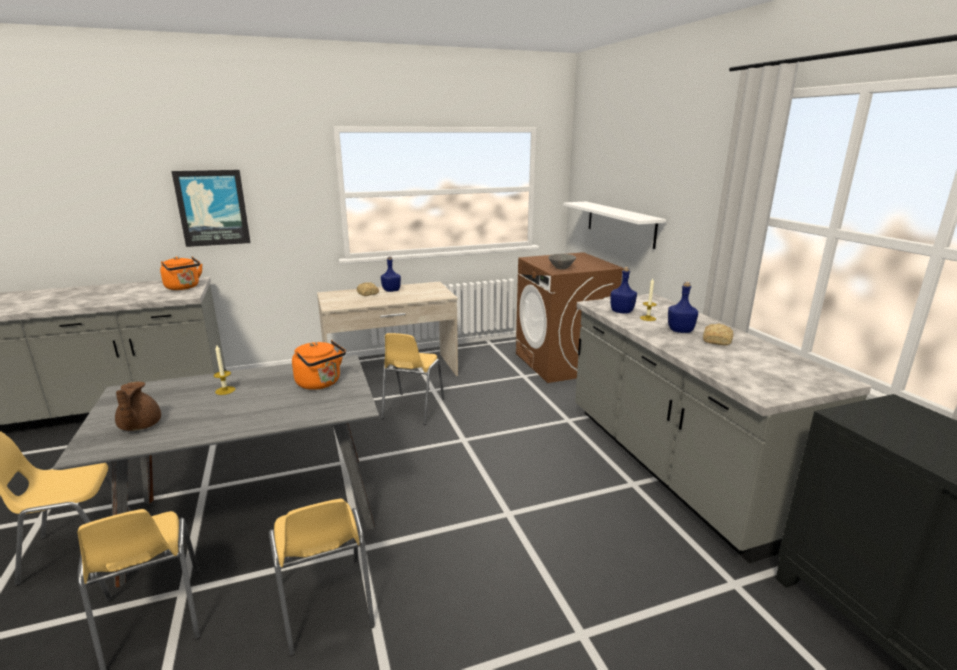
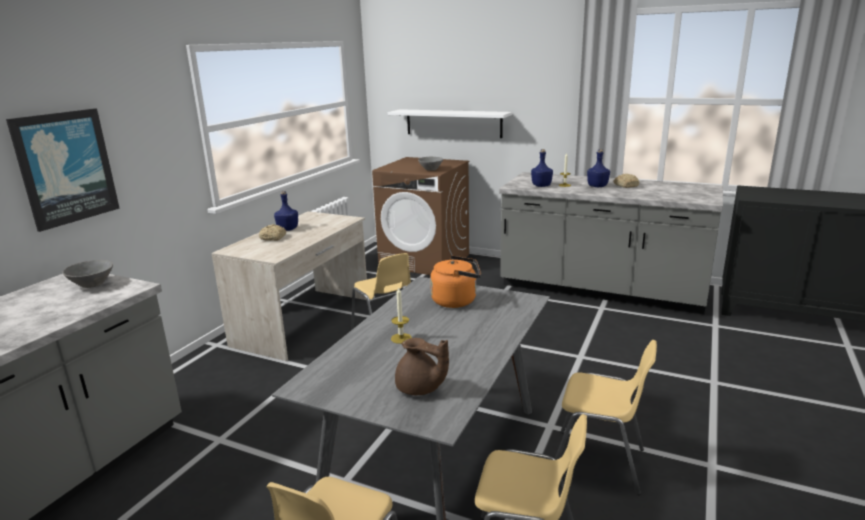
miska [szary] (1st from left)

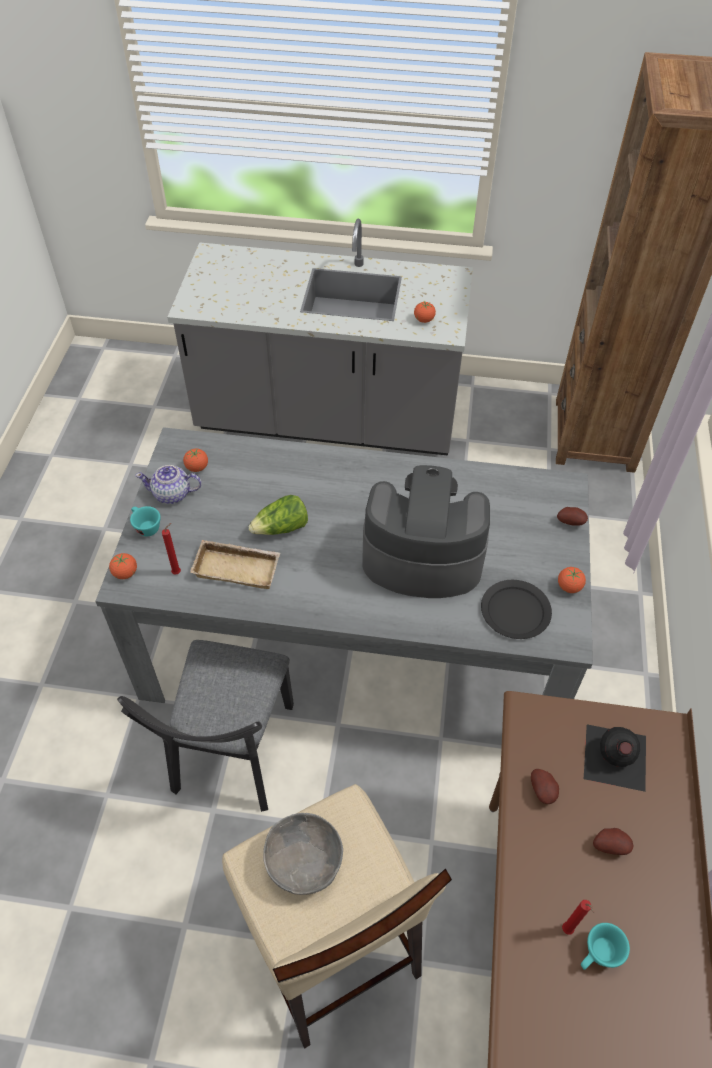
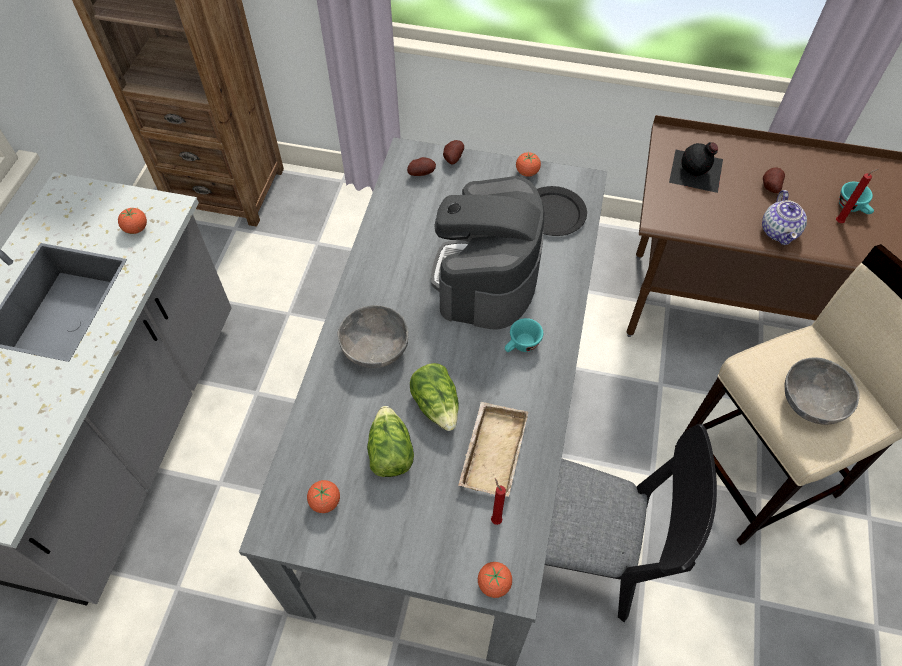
miska [szary] (1st from left); sałata (1st from left); filiżanka [turkusowy] (1st from left); imbryk; ziemniak (1st from left)

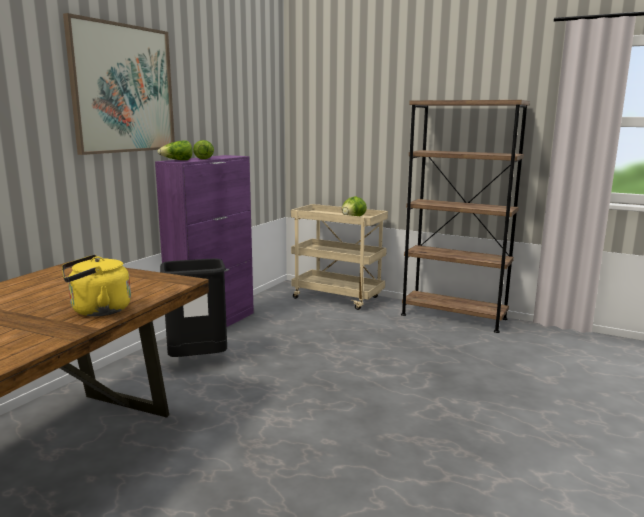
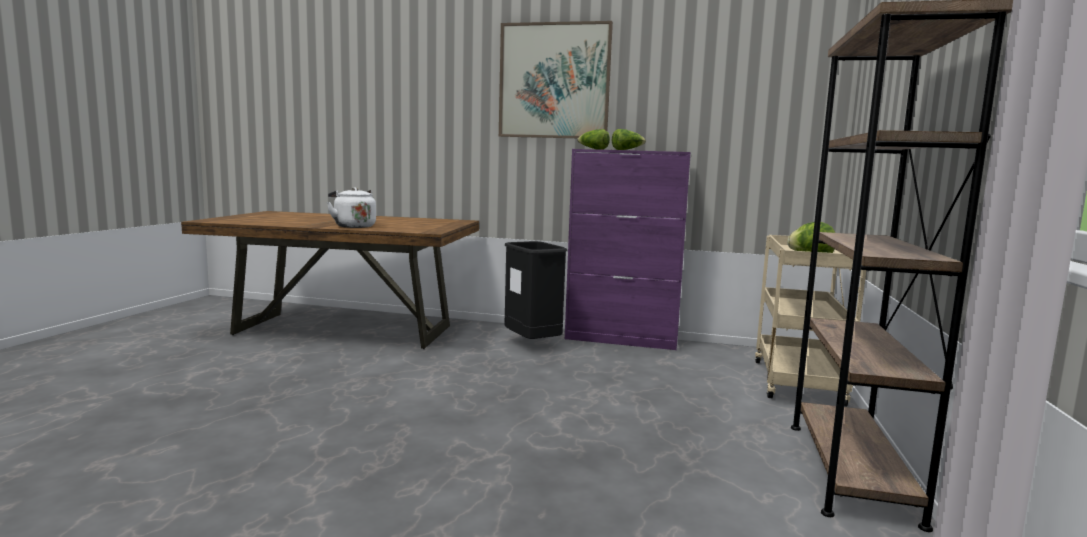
czajnik [biały]

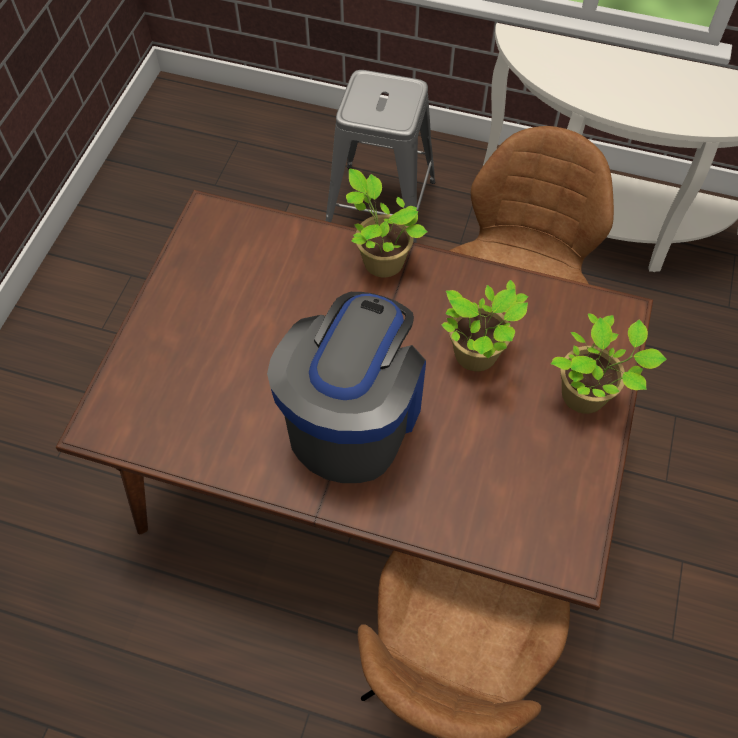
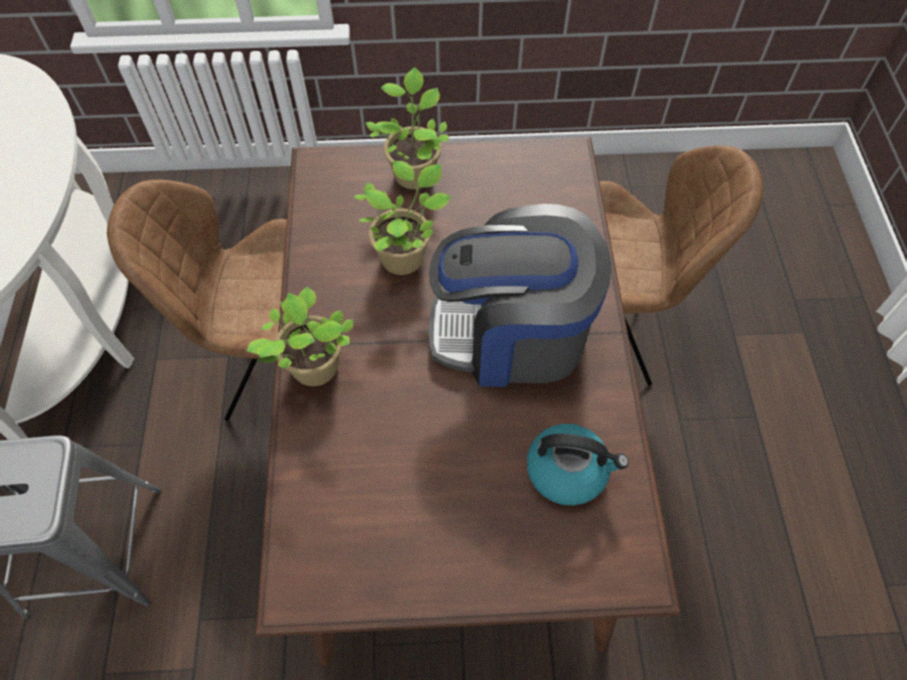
czajnik

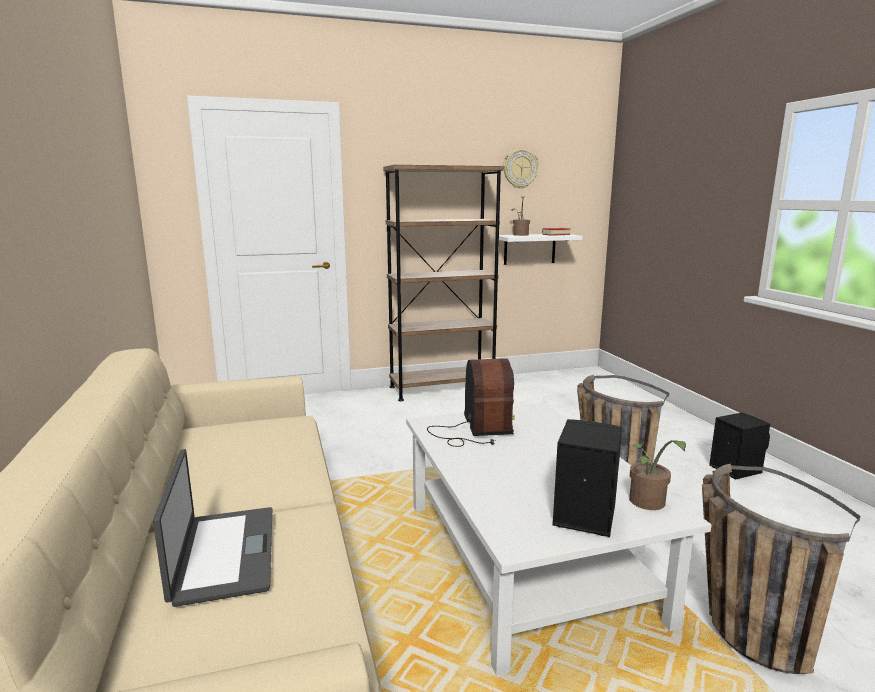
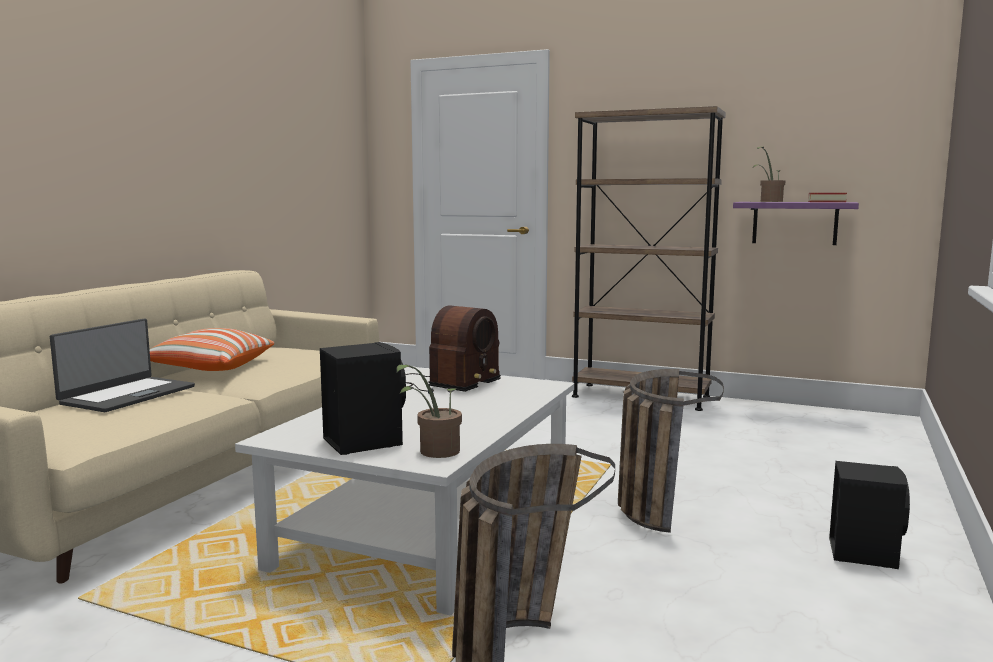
zegar ścienny; poduszka; półka [fioletowy]

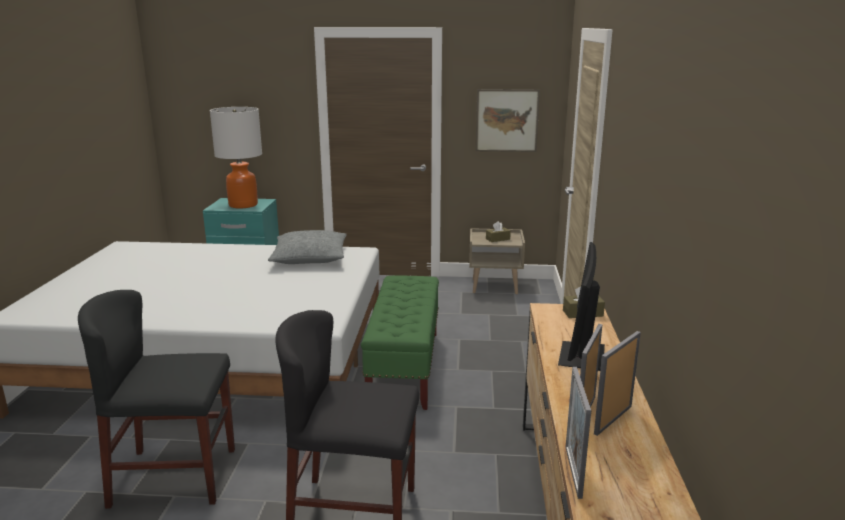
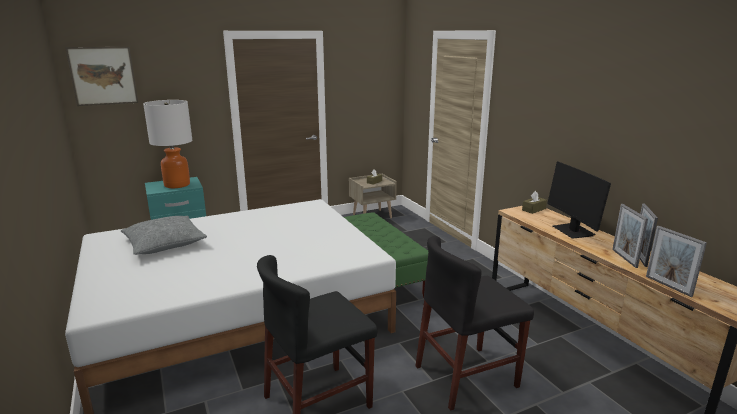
poduszka [szary]; obraz

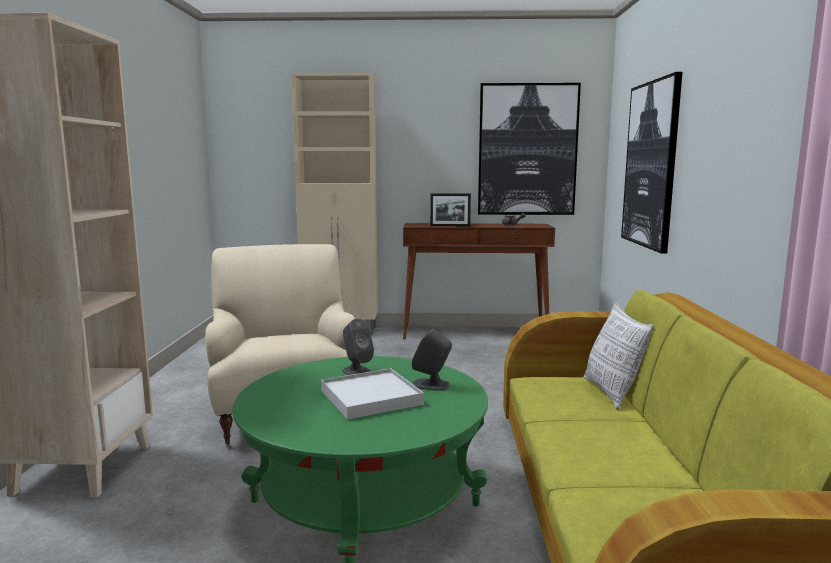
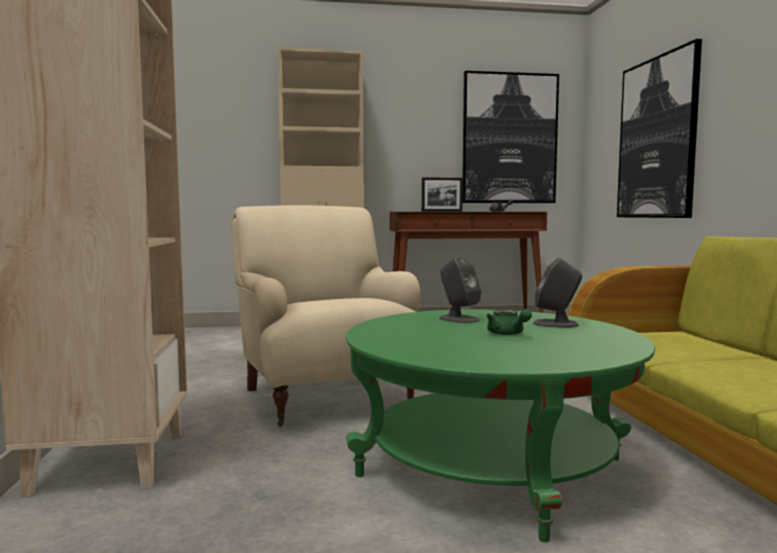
poduszka; imbryk [zielony]

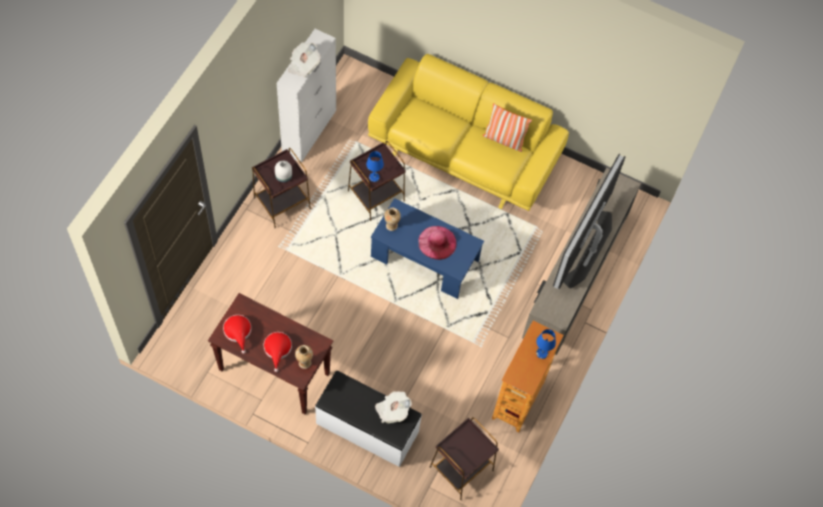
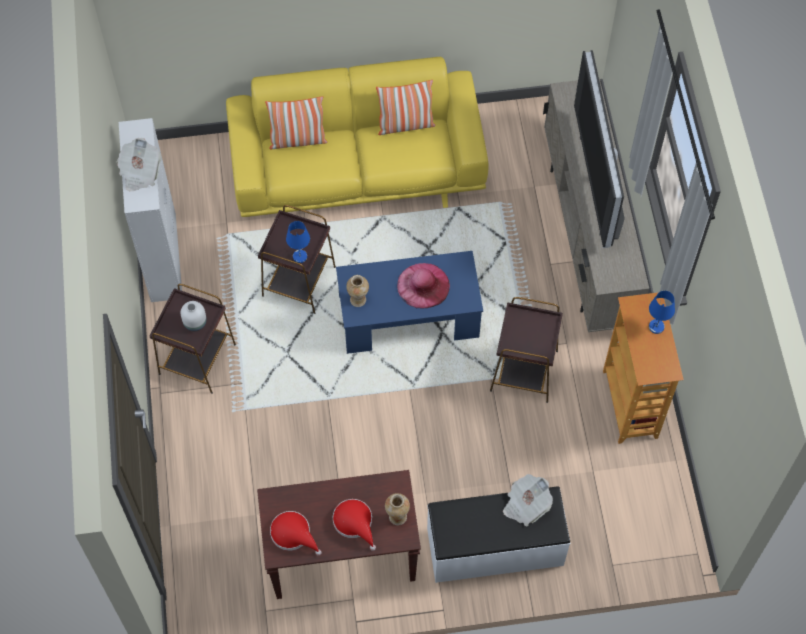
poduszka (1st from left); stolik [brązowy] (3rd from left)

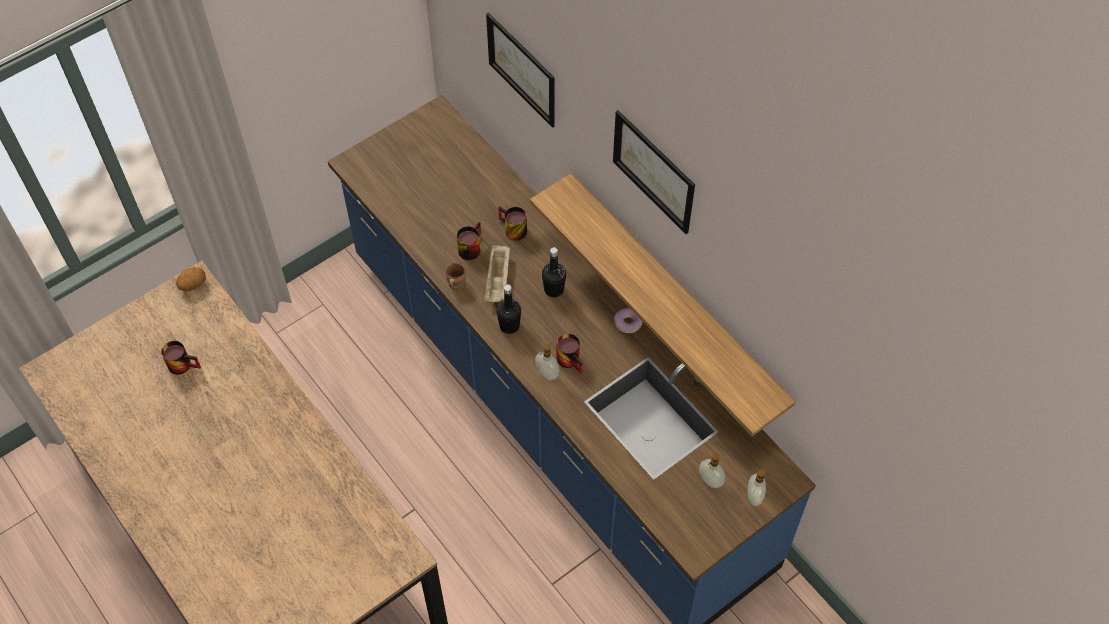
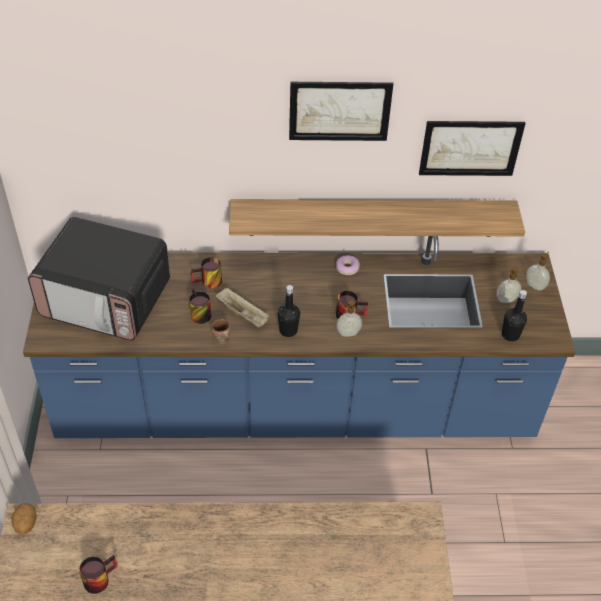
mikrofalówka; obraz (2nd from left); butelka [czarny] (2nd from left)

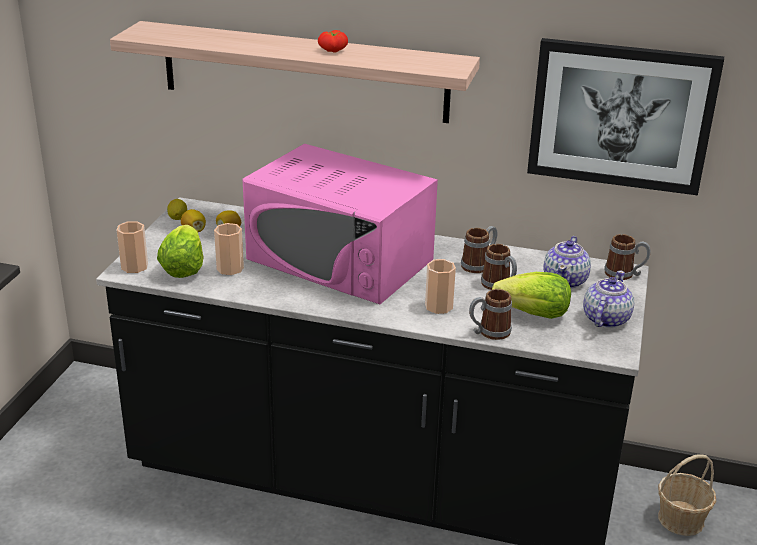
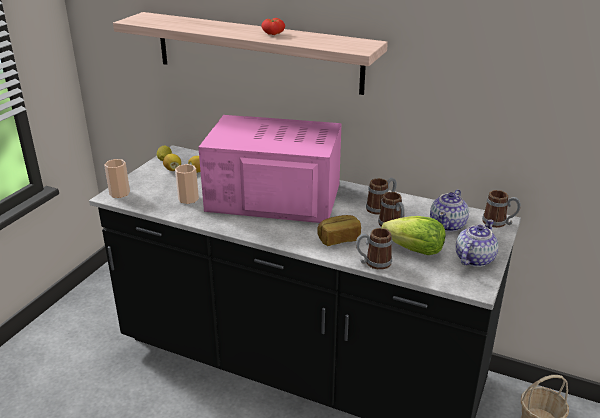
sałata (1st from left in the first image); obraz; chleb; mikrofalówka [różowy]

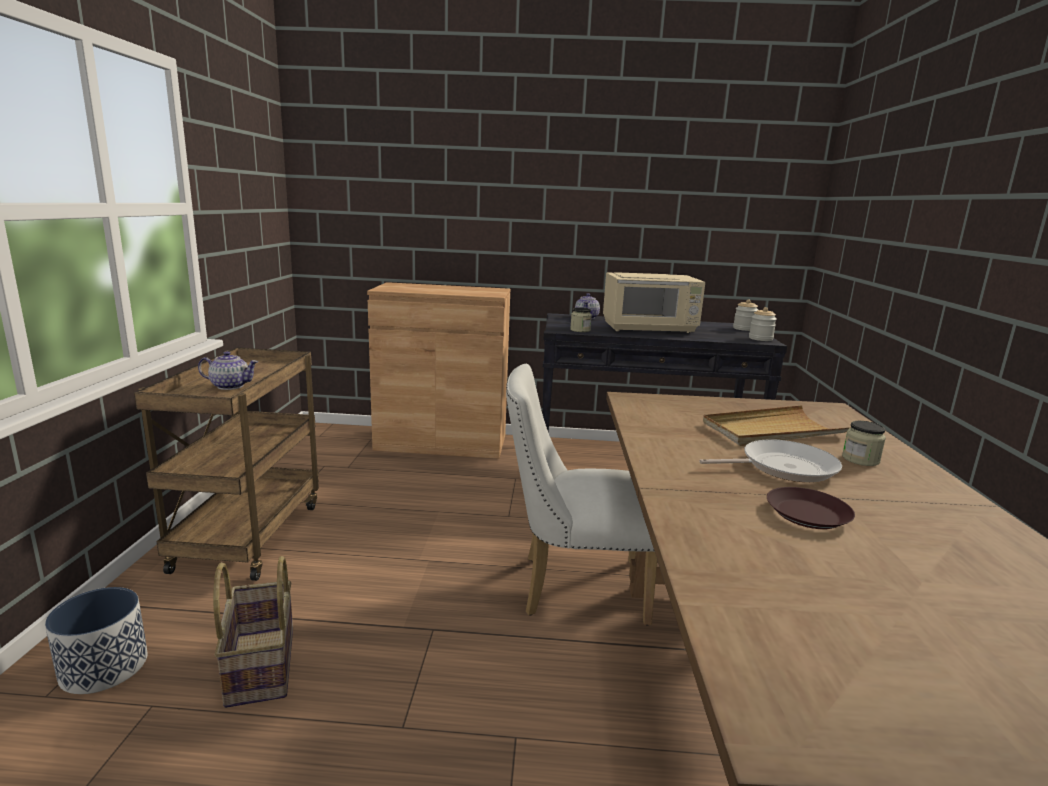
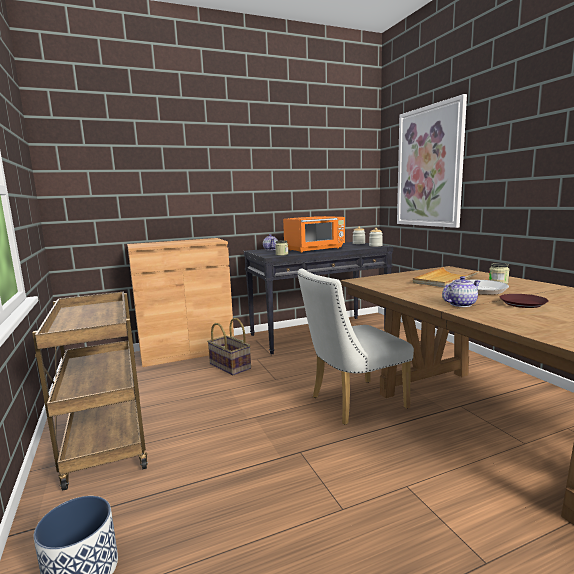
obraz; imbryk (2nd from left); koszyk; mikrofalówka [pomarańczowy]

